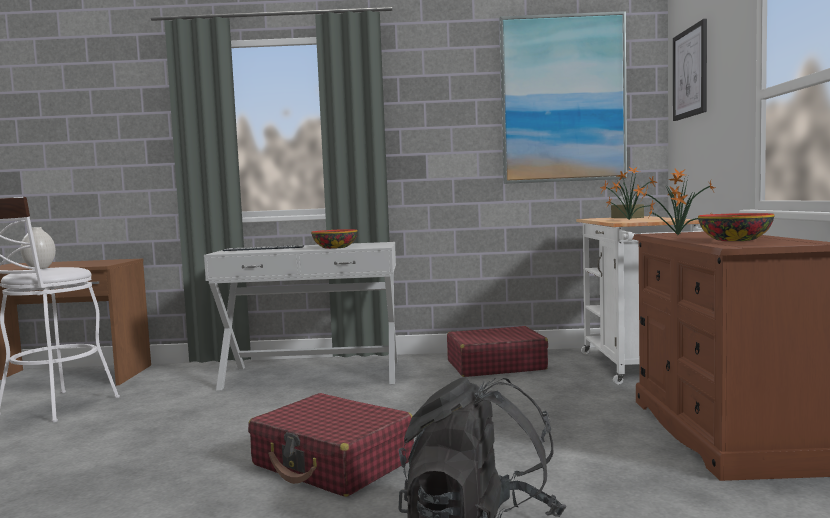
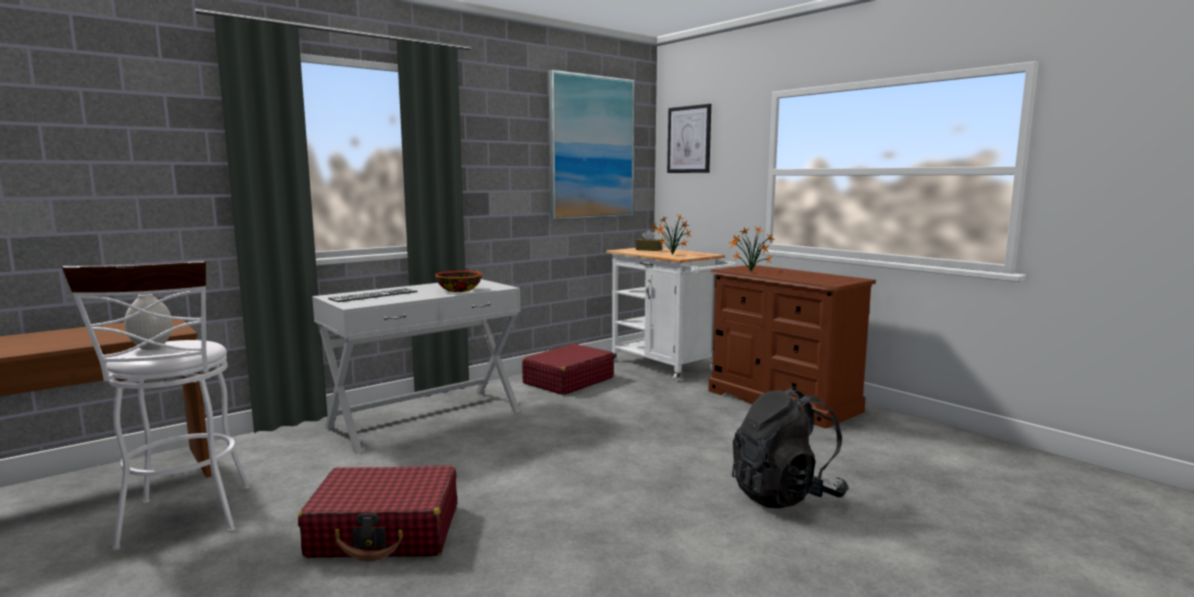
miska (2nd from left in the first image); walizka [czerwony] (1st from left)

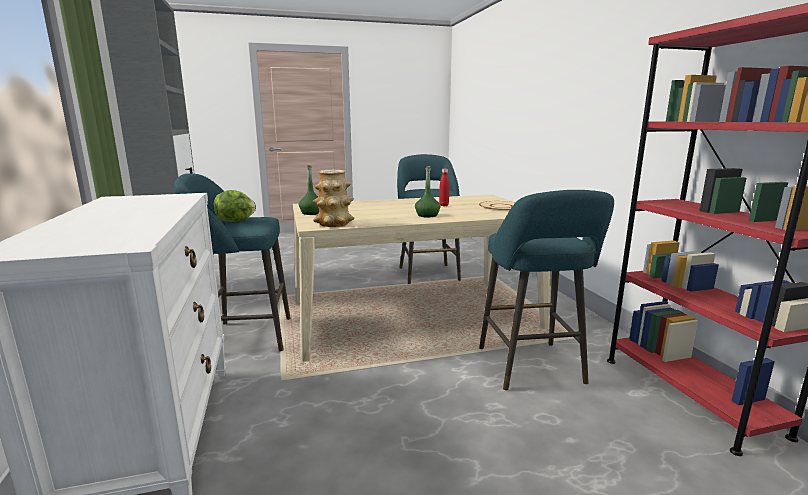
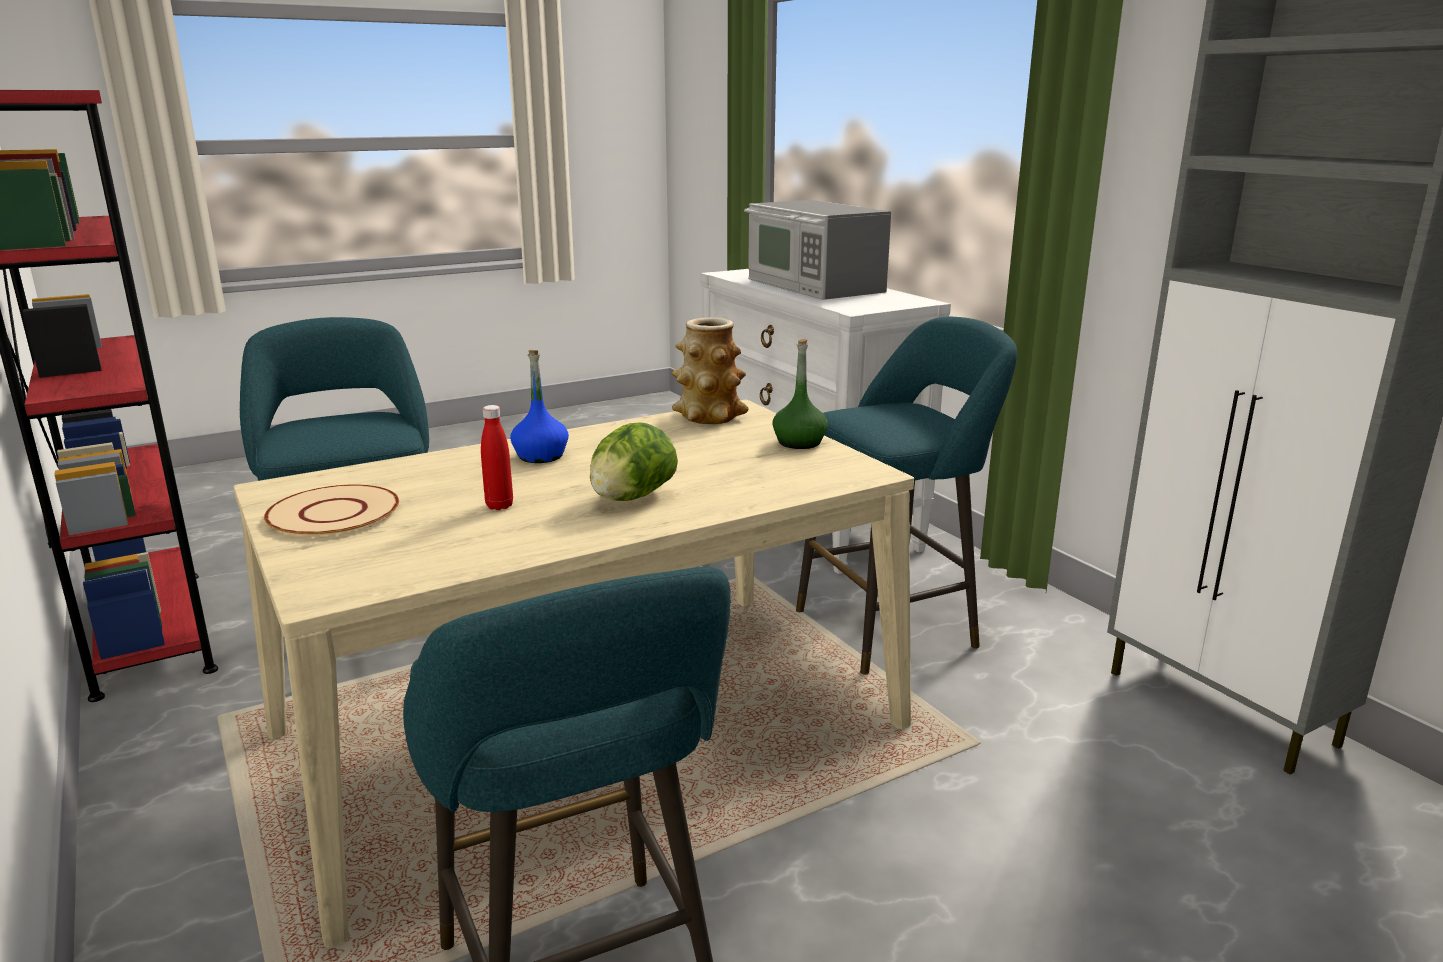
mikrofalówka; sałata; butelka [niebieski]

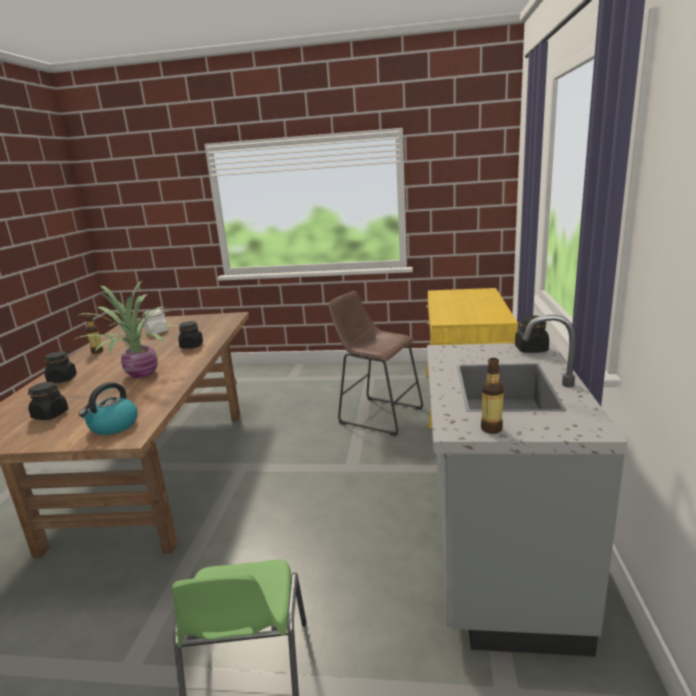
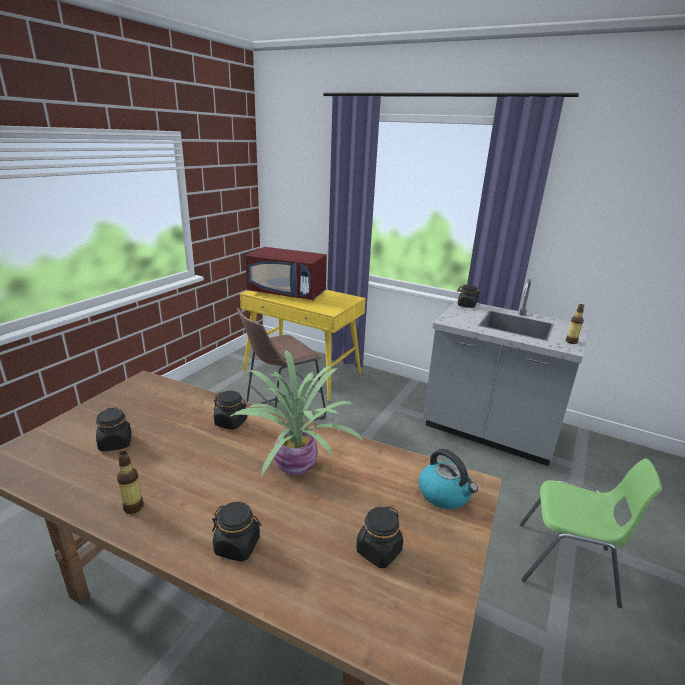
mikrofalówka [czerwony]; słoik [czarny] (1st from left)

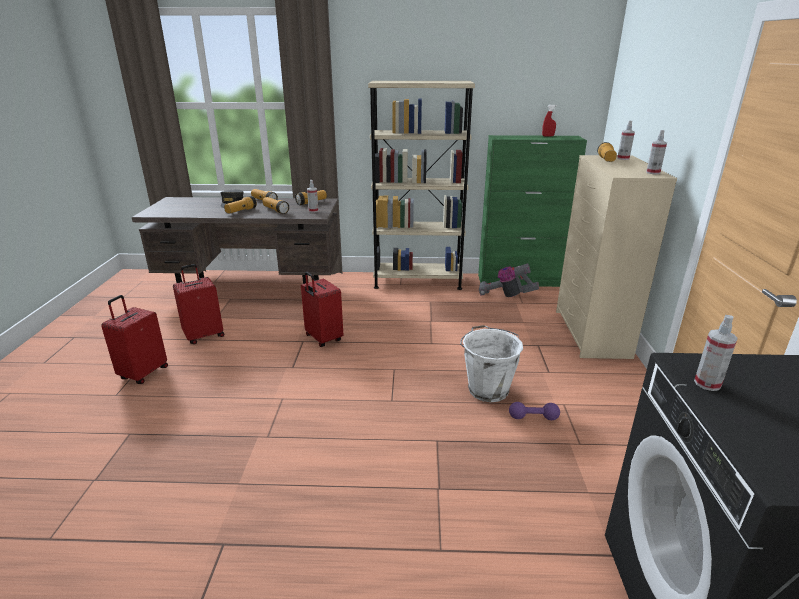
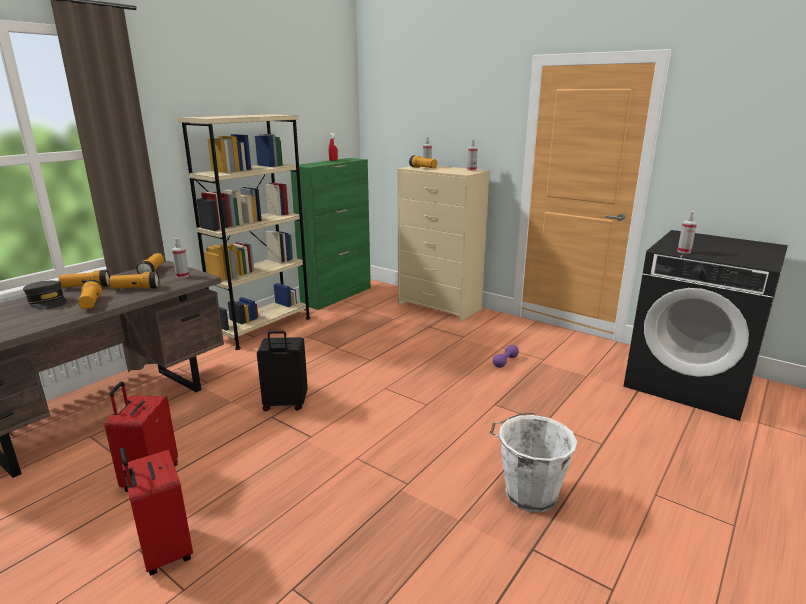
odkurzacz; wiadro [biały]; walizka [czarny]

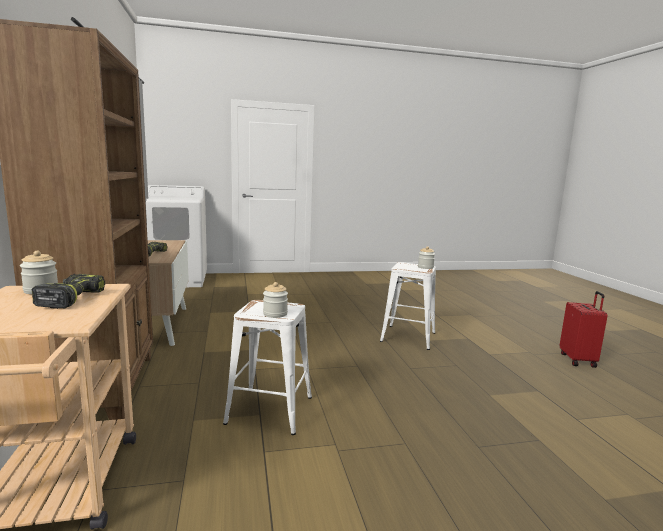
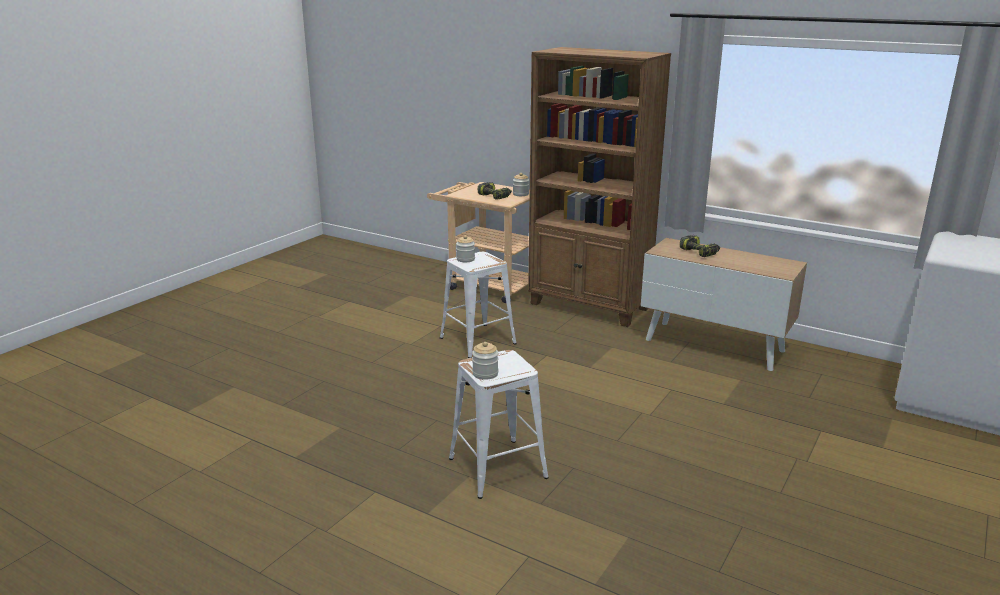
walizka [czerwony]

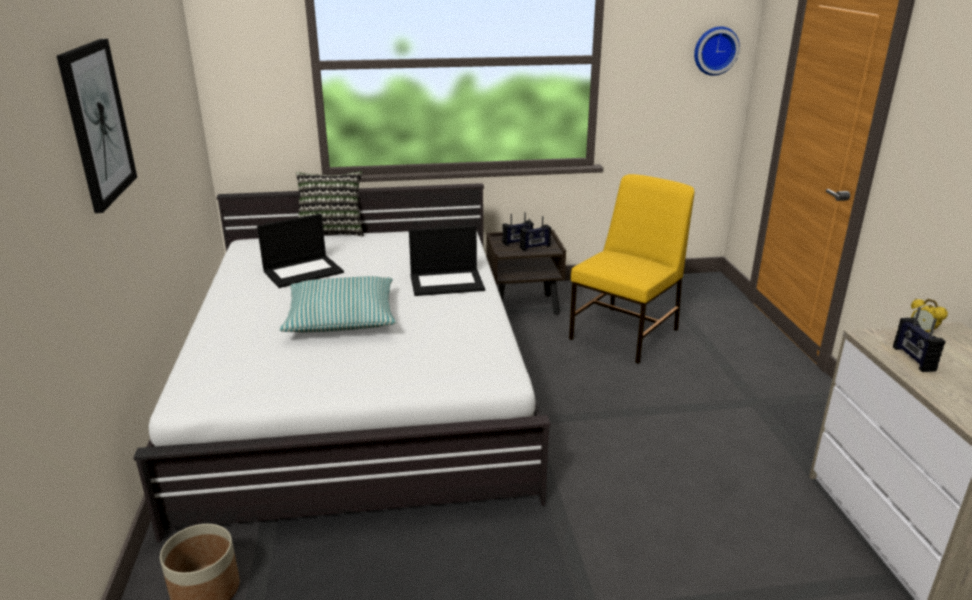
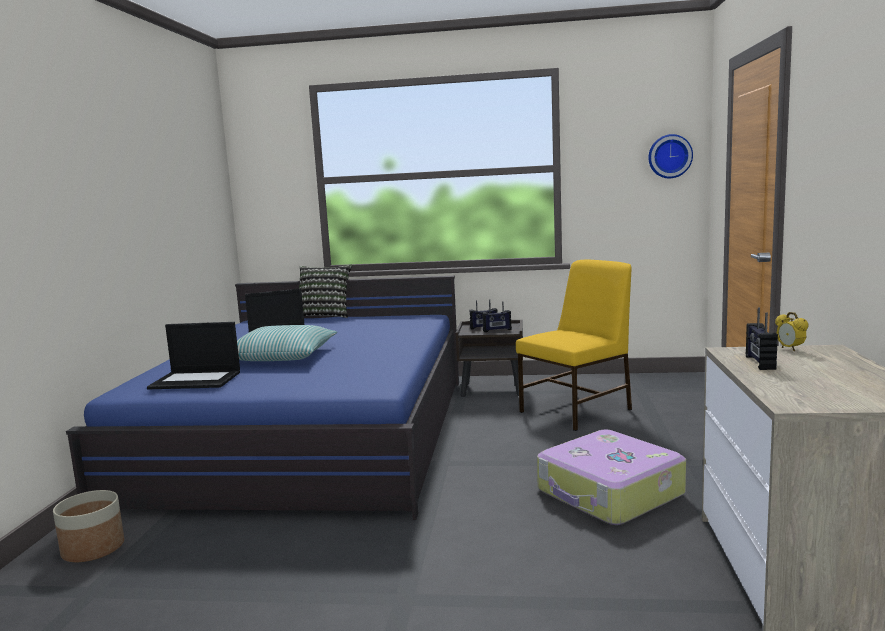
obraz; walizka; laptop (1st from left); łóżko [niebieski]

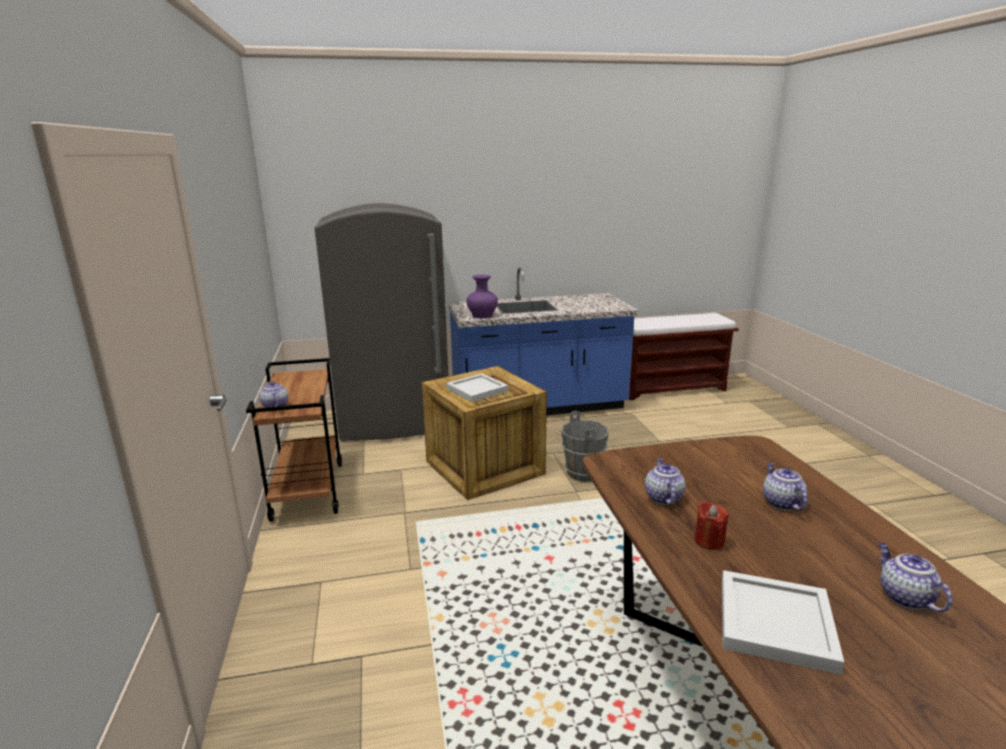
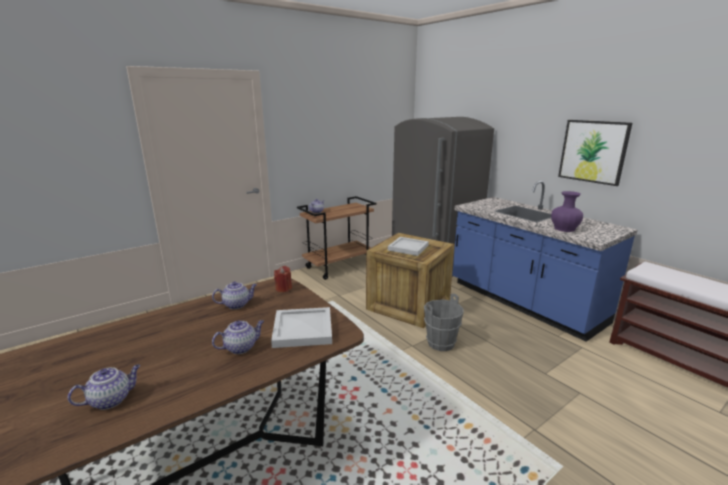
obraz; wazon [fioletowy]; świeca [czerwony]; taca [biały] (1st from left)

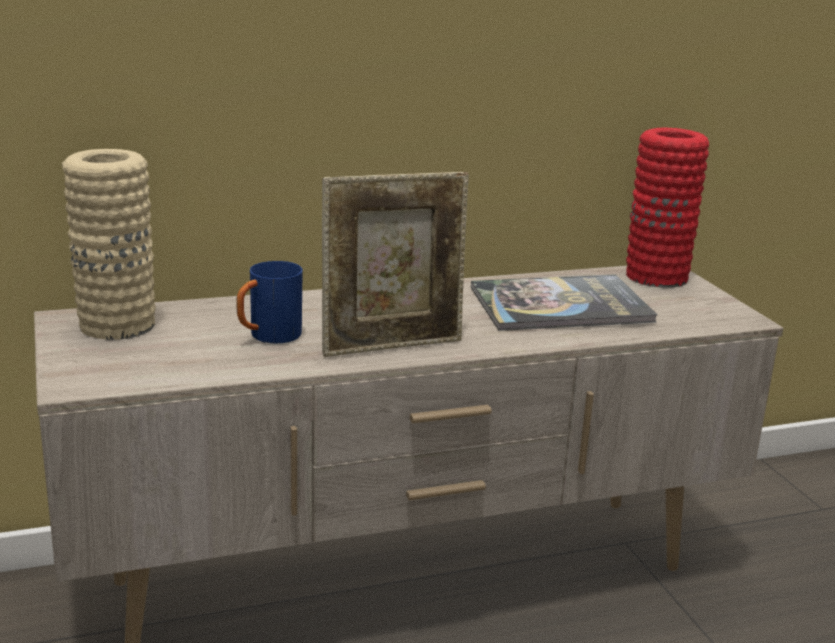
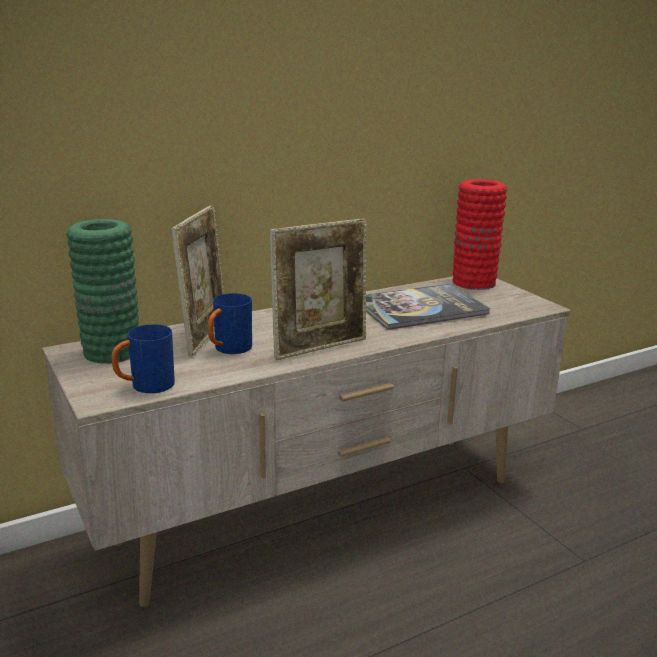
kubek [niebieski] (1st from left); ramka na zdjęcie (1st from left); wazon [zielony]

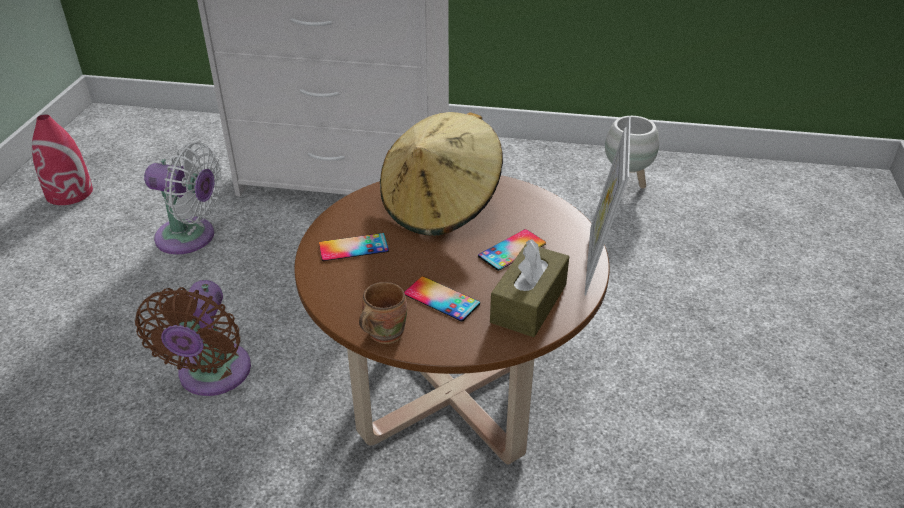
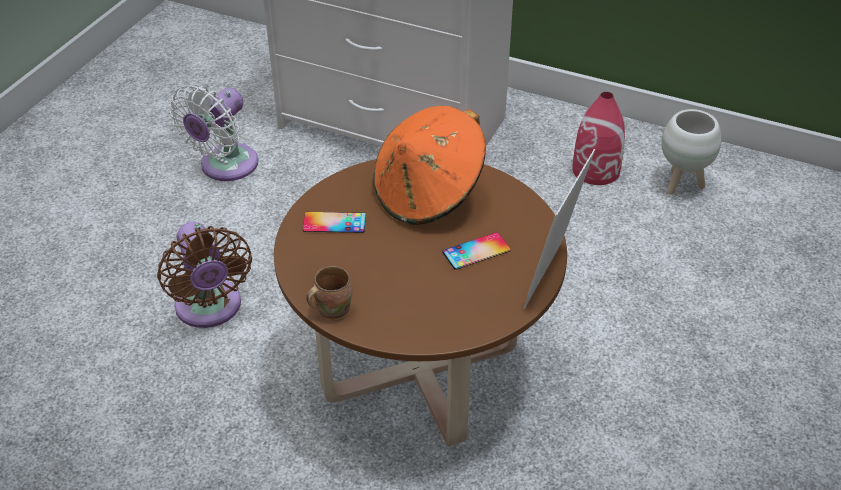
telefon (2nd from left in the first image); pudełko chusteczek [brązowy]; wazon [czerwony]; kapelusz [pomarańczowy]; wentylator [brązowy]; wentylator [biały]

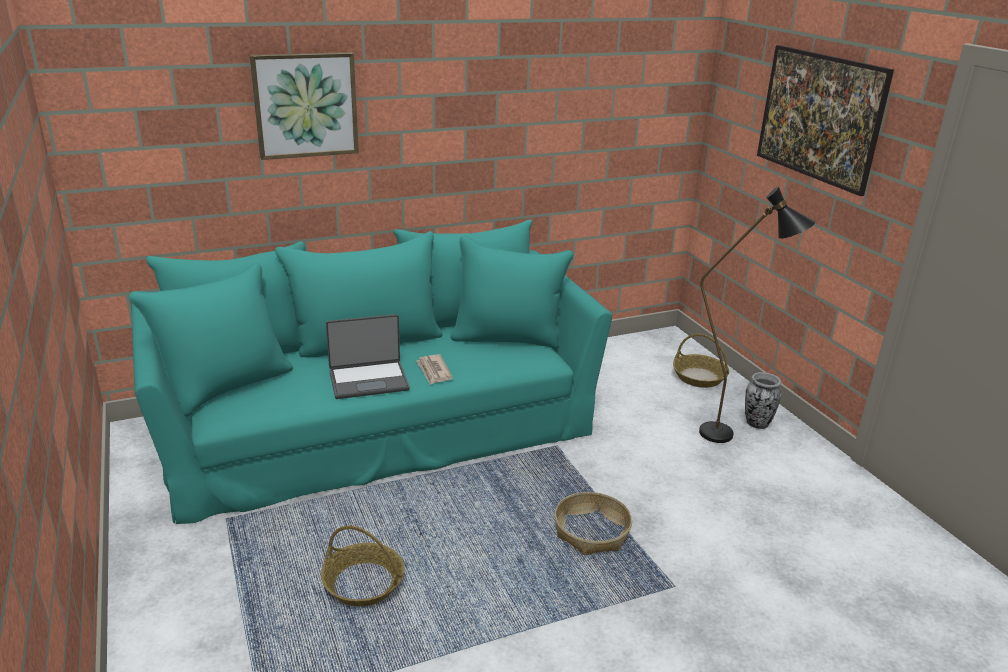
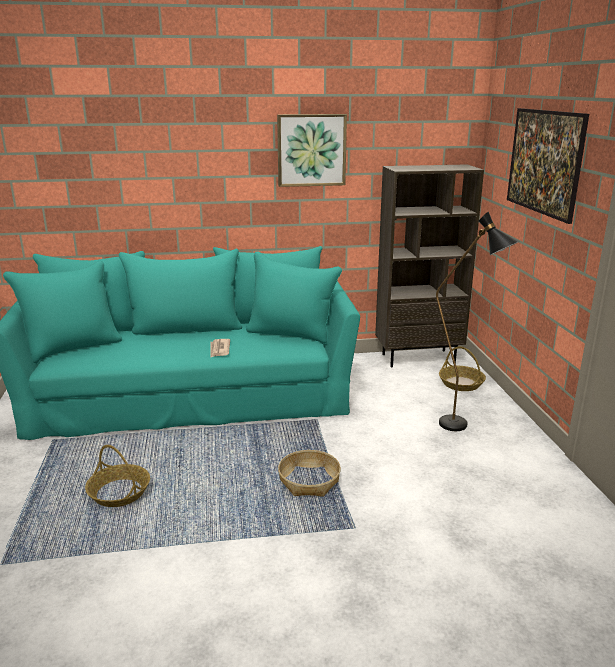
laptop; wazon; regał [brązowy]; obraz (1st from left)

